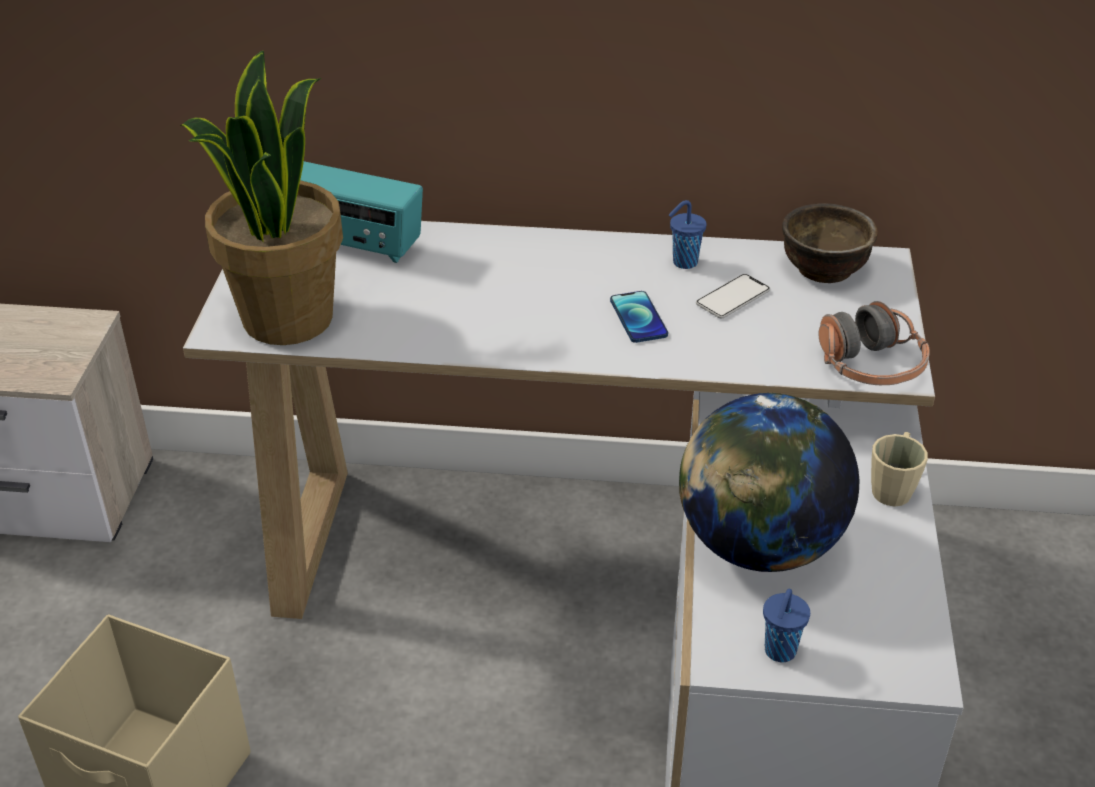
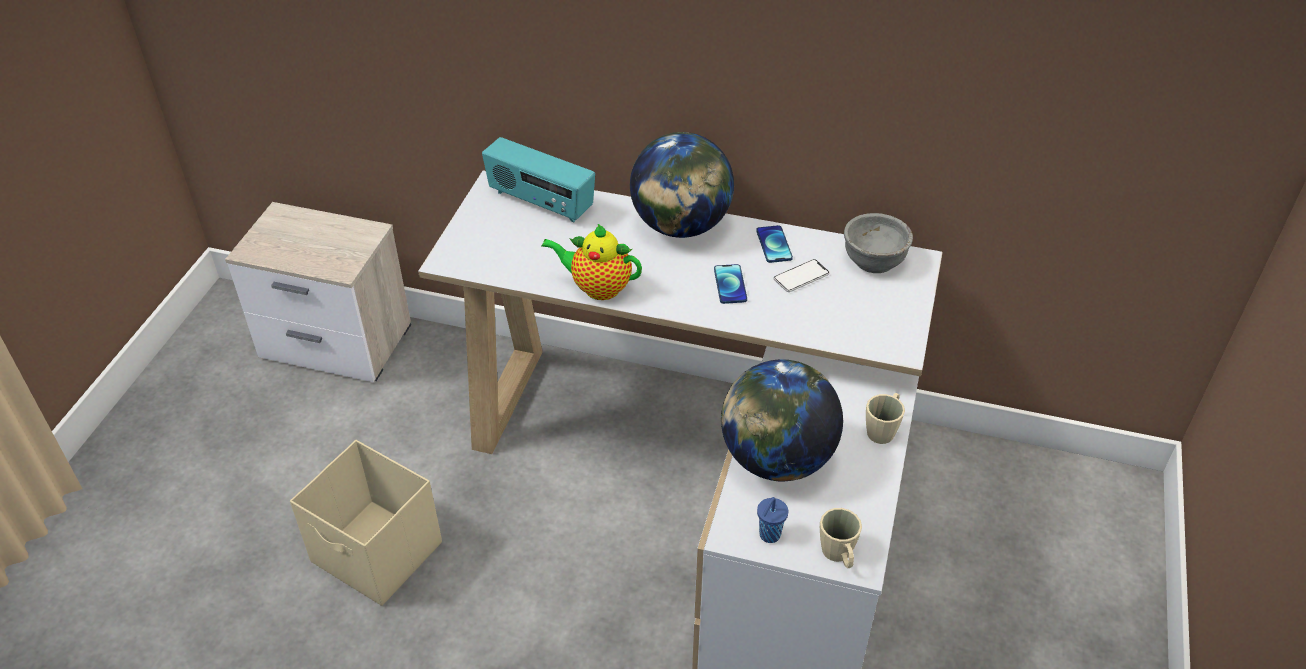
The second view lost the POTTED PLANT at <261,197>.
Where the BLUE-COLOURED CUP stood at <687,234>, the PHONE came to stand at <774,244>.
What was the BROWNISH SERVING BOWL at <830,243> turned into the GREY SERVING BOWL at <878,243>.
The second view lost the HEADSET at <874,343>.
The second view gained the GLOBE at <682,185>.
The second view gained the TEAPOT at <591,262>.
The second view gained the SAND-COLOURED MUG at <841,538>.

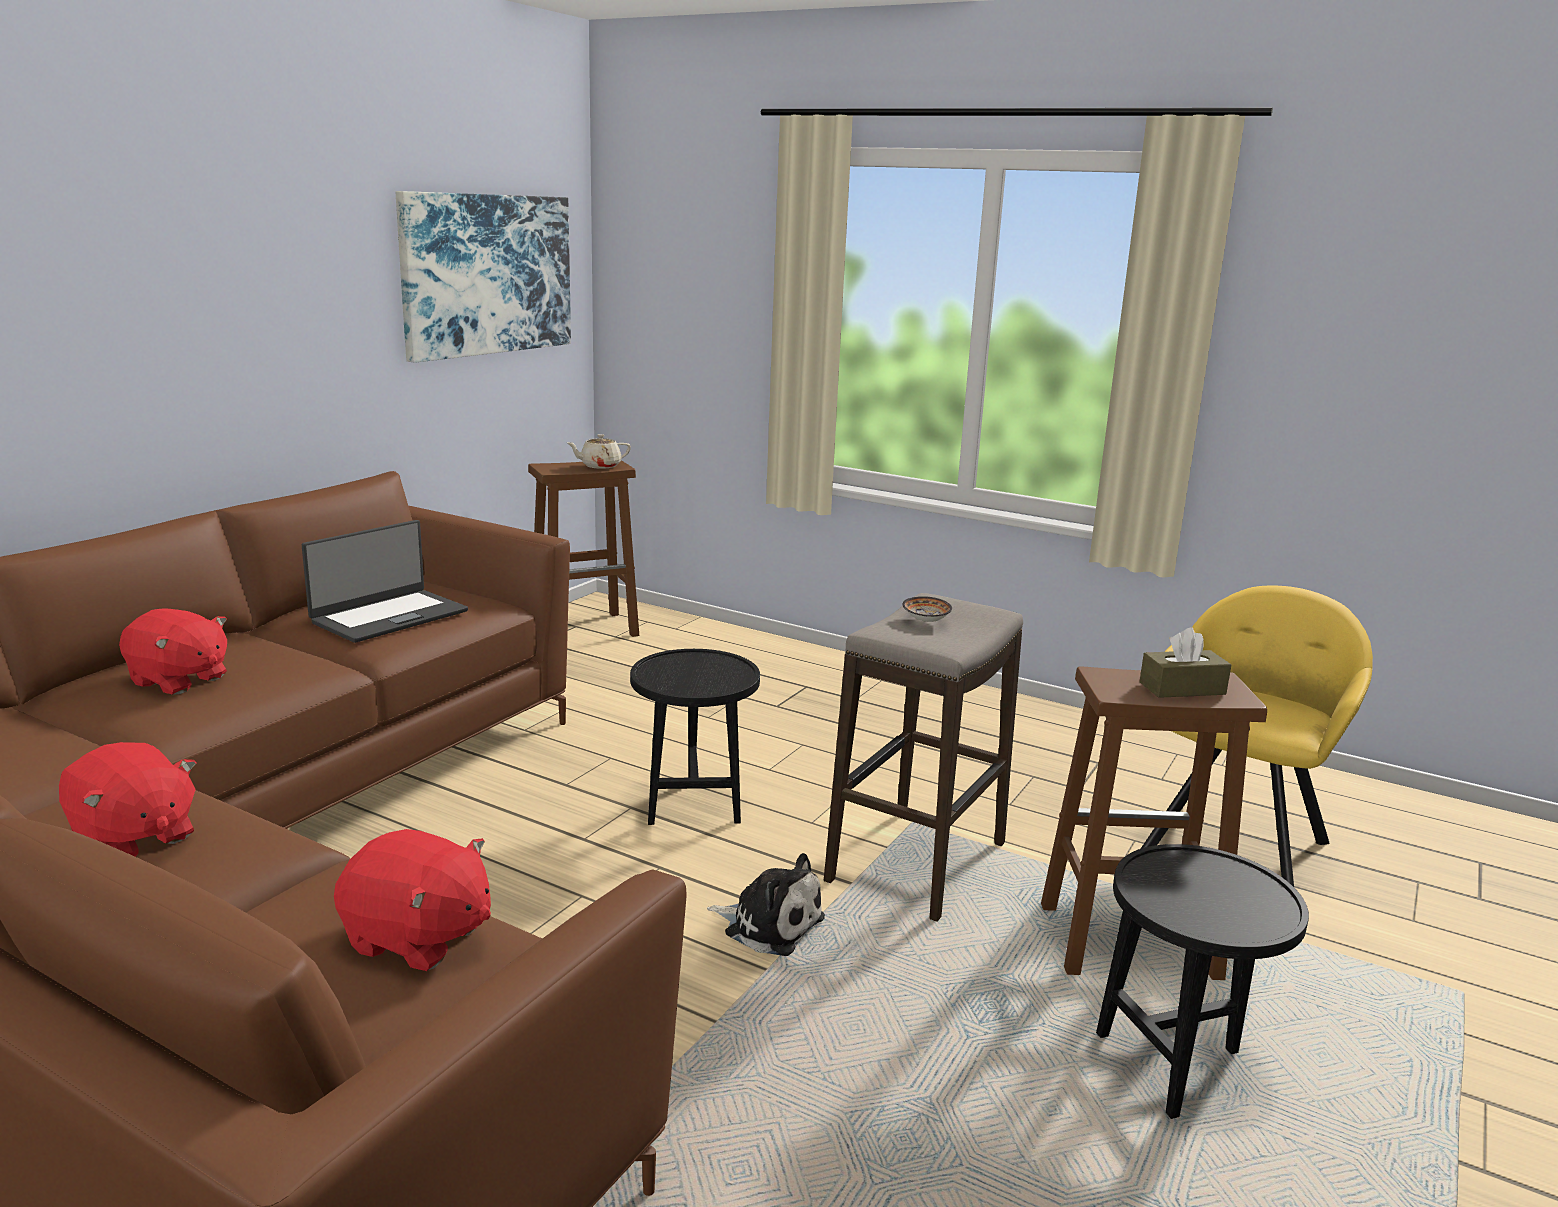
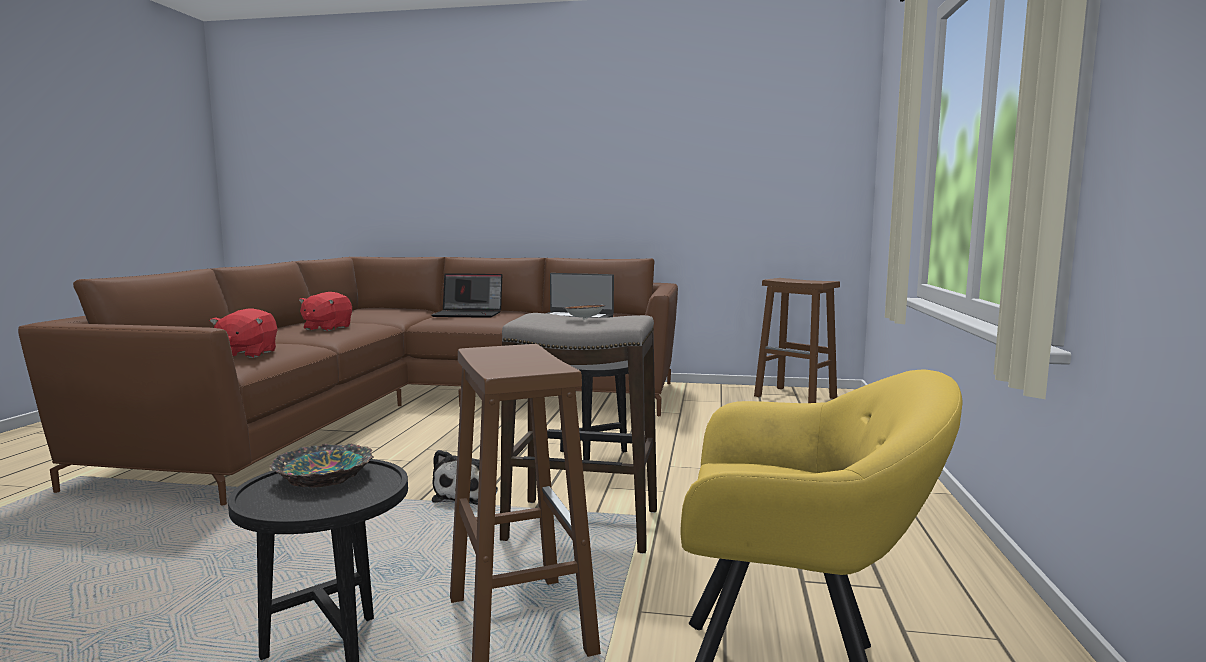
The second view lost the WALL PICTURE at <483,277>.
The second view lost the SAND-COLOURED TEAPOT at <599,451>.
Where the REDDISH CUDDLY TOY stood at <173,651>, the NOTEBOOK COMPUTER came to stand at <467,295>.
The second view lost the BROWNISH TISSUE BOX at <1185,663>.
The second view gained the SERVING BOWL at <321,466>.

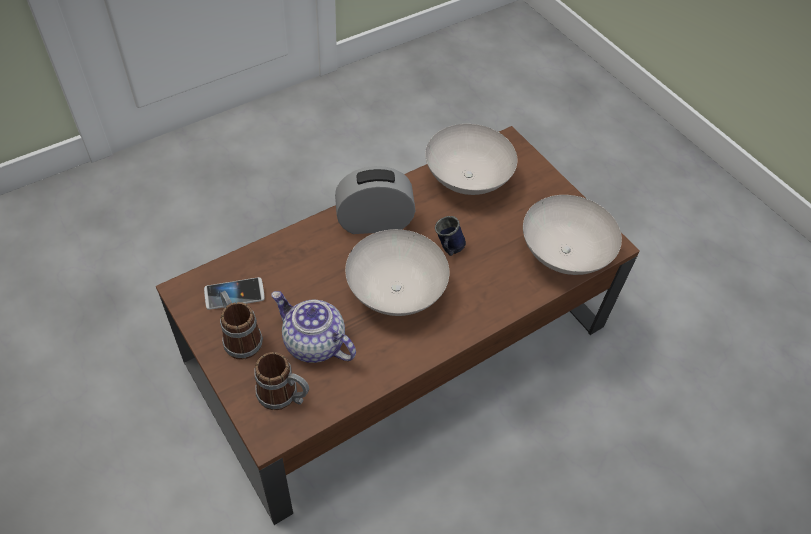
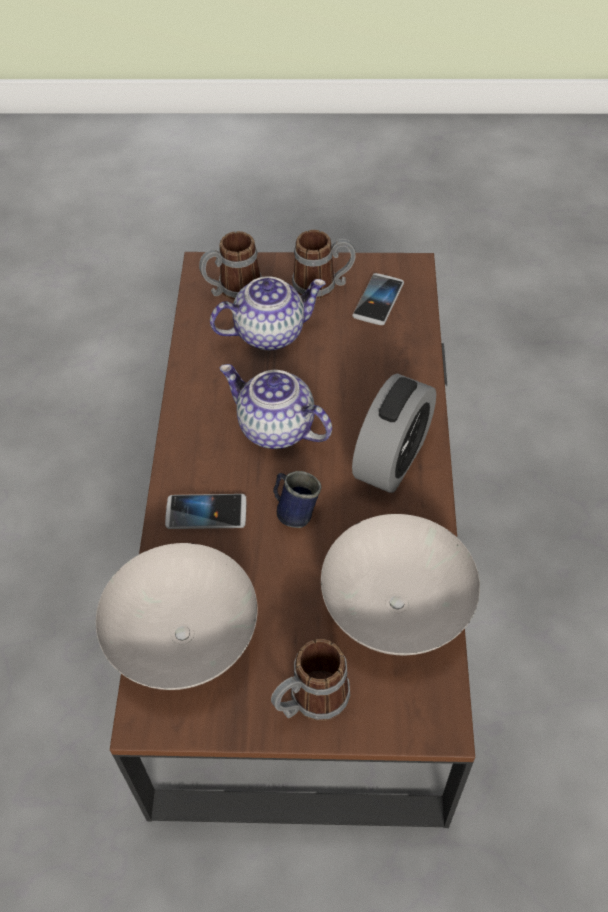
Where the WHITE-COLOURED SERVING BOWL stood at <397,272>, the TEAPOT came to stand at <276,406>.
The second view gained the PHONE at <205,511>.
The second view gained the MUG at <310,680>.

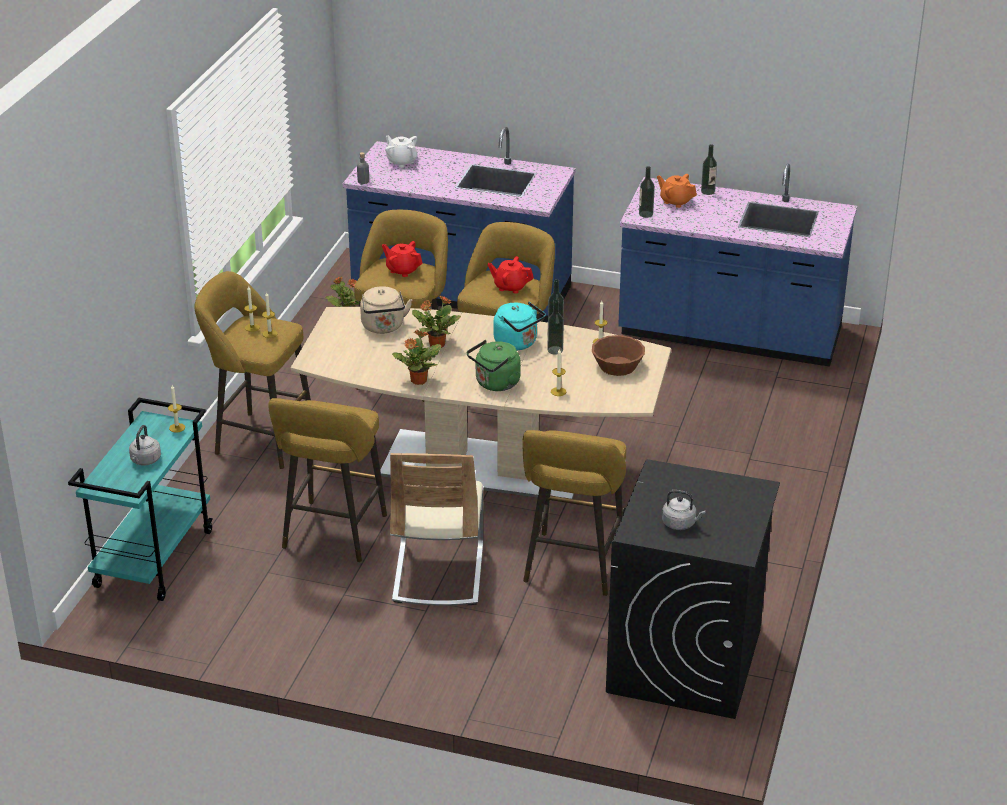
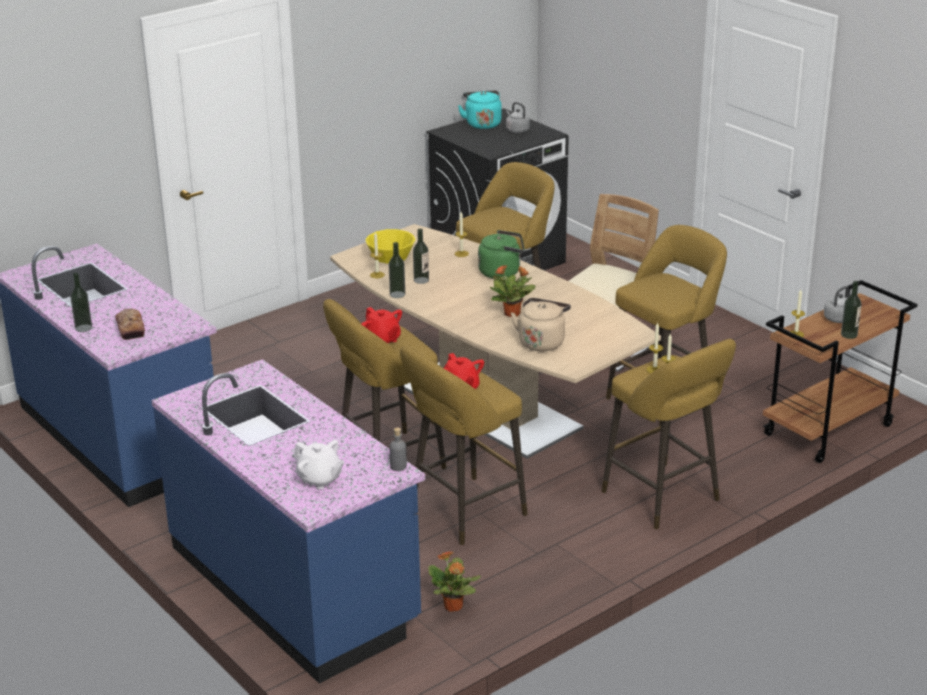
The WHITE-COLOURED TEAPOT at <401,151> ended up facing another way, 45 degrees counterclockwise from before.
The BEVERAGE BOTTLE ended up elsewhere, having gone from <647,192> to <851,310>.
Where the ORANGE-COLOURED TEAPOT stood at <677,191>, the BREAD came to stand at <130,324>.
The TURQUOISE TEA KETTLE ended up elsewhere, having gone from <520,326> to <480,109>.
The second view lost the POTTED PLANT at <416,357>.
What was the BROWNISH SERVING BOWL at <618,355> turned into the YELLOW-COLOURED SERVING BOWL at <390,246>.
What was the TURQUOISE TROLLEY at <140,499> turned into the BROWNISH TROLLEY at <840,371>.

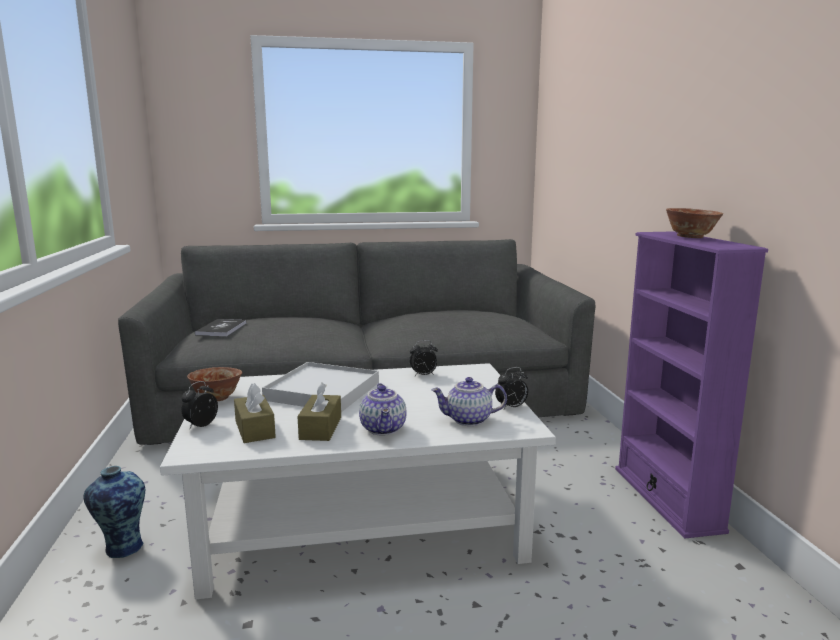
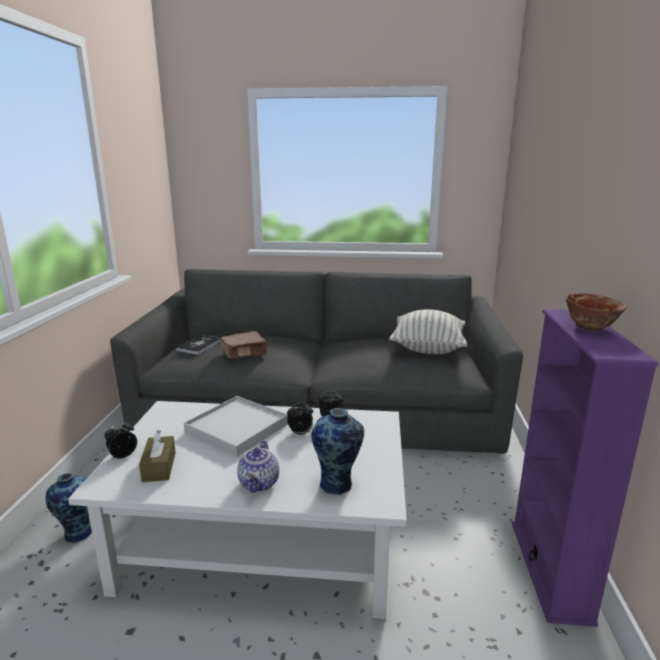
The second view lost the SERVING BOWL at <214,384>.
The ALARM CLOCK ended up elsewhere, having gone from <511,388> to <300,419>.
Where the TEAPOT stood at <469,401>, the FLOWER VASE came to stand at <338,451>.
The second view lost the BROWNISH TISSUE BOX at <319,411>.
The second view gained the CUSHION at <428,331>.
The second view gained the BROWNISH VOLUME at <244,345>.

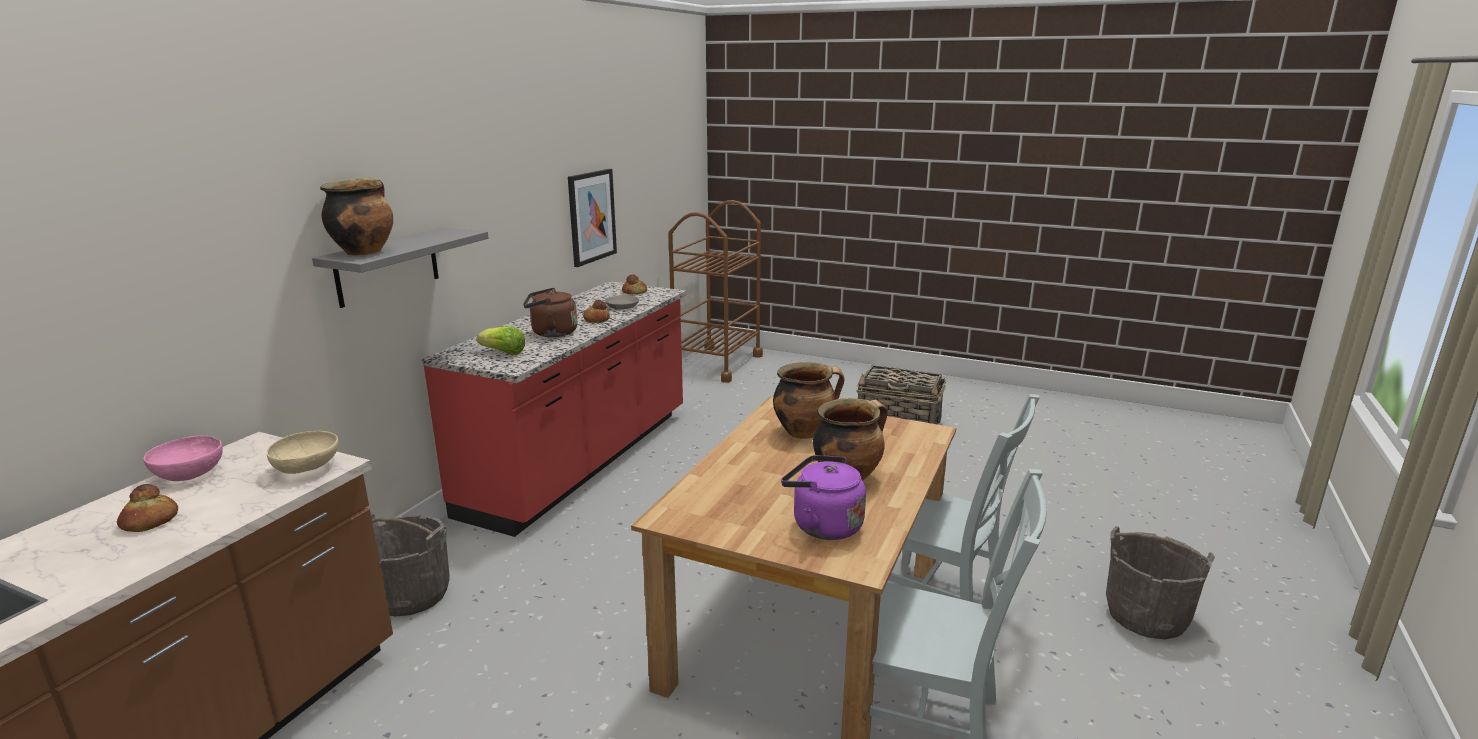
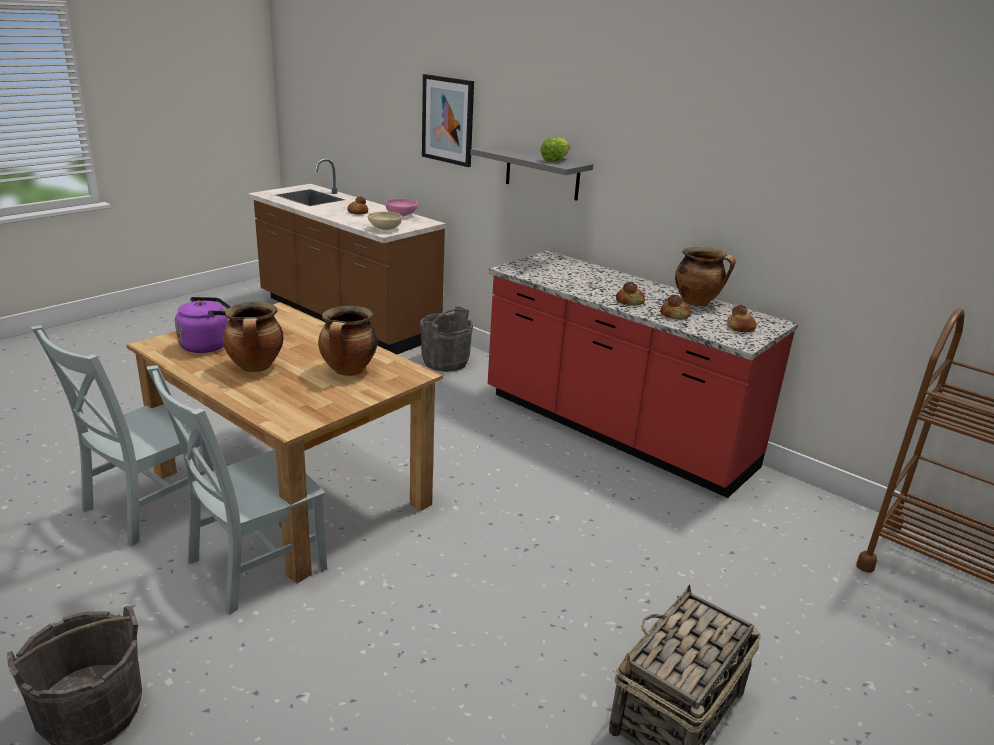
The WALL PICTURE ended up elsewhere, having gone from <592,218> to <448,120>.
The COOKING POT ended up elsewhere, having gone from <356,217> to <705,276>.
The second view lost the BROWNISH TEA KETTLE at <550,312>.
Where the GREY SERVING BOWL stood at <622,302>, the BREAD came to stand at <675,307>.
The LETTUCE ended up elsewhere, having gone from <501,340> to <555,149>.

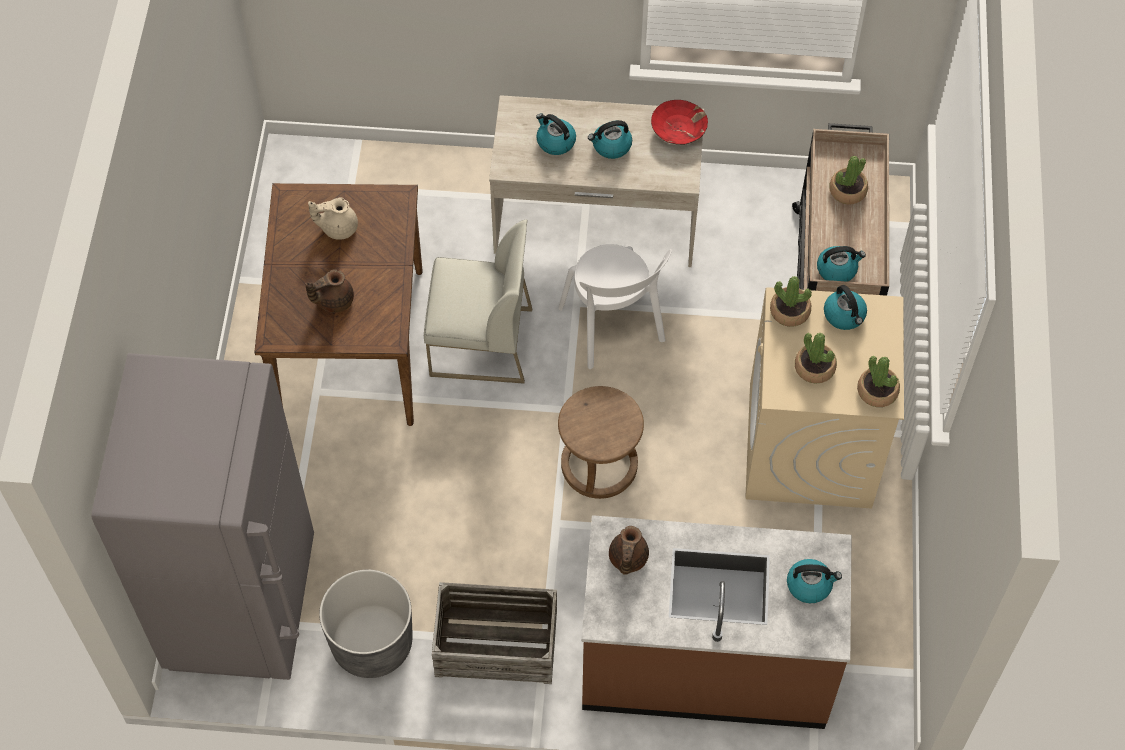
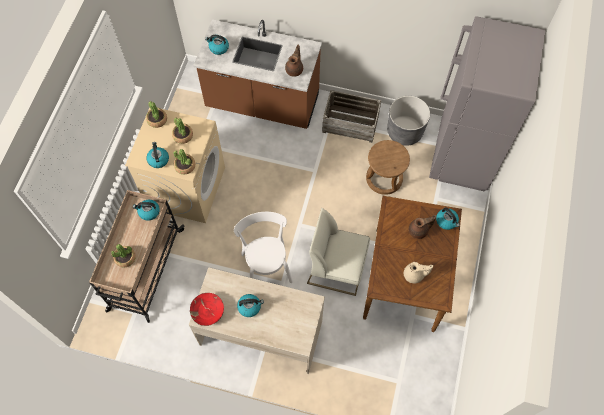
The TEA KETTLE ended up elsewhere, having gone from <556,134> to <448,219>.
The BROWNISH STOOL ended up elsewhere, having gone from <601,442> to <388,167>.

